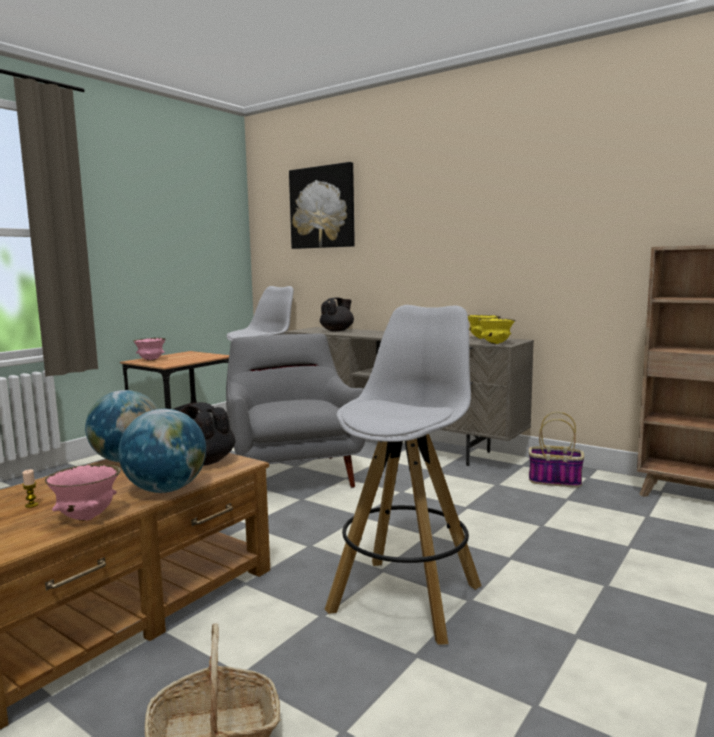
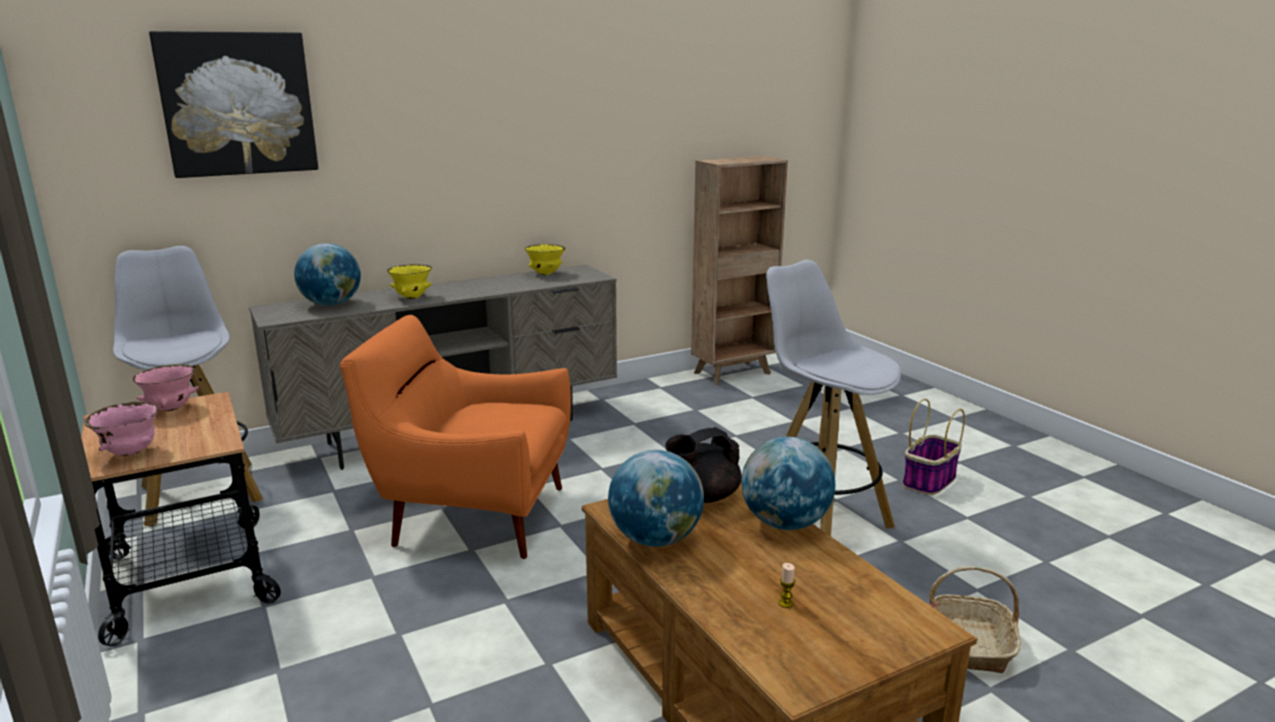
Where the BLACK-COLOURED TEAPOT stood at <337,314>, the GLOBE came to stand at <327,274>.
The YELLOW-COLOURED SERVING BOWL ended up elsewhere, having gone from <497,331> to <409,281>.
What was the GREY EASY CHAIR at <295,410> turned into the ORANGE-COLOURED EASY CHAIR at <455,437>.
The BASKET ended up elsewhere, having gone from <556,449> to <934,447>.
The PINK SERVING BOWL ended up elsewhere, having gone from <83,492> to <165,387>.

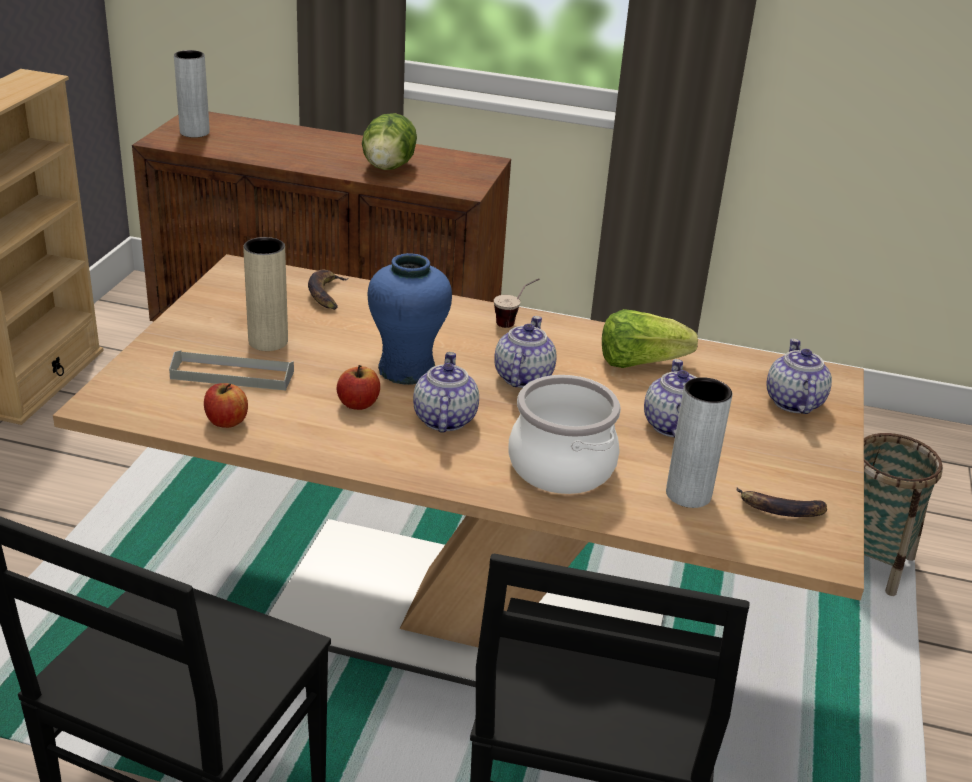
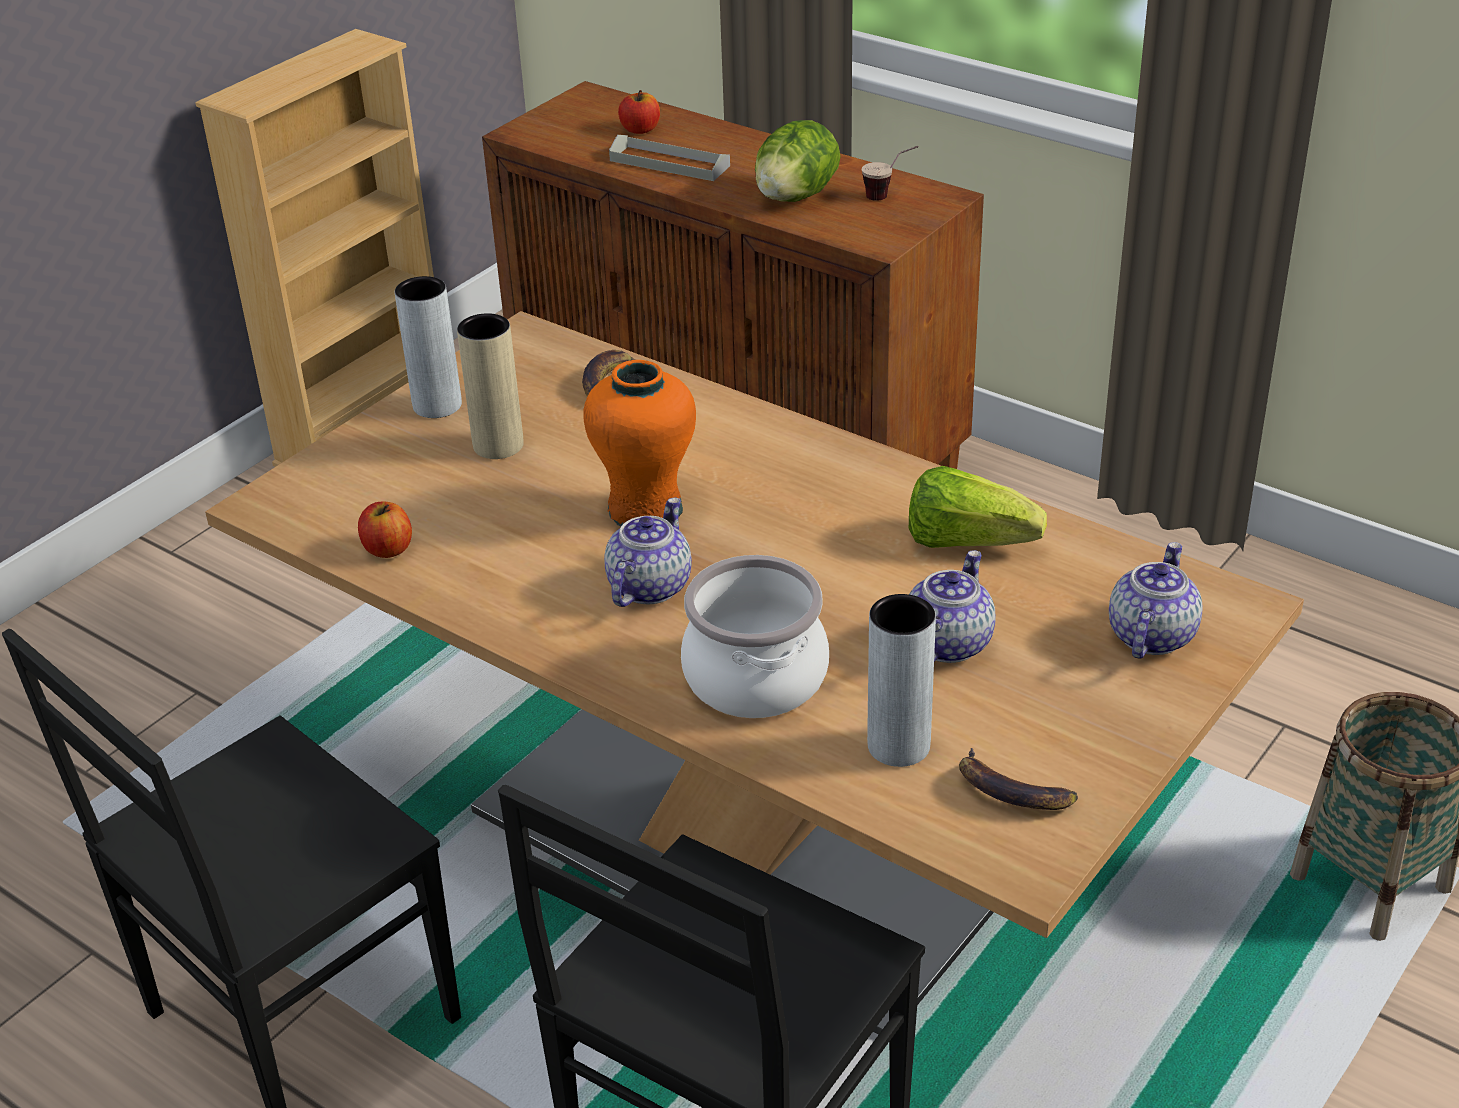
The GREY FLOWER VASE ended up elsewhere, having gone from <192,94> to <428,347>.
What was the BLUE-COLOURED FLOWER VASE at <410,319> turned into the ORANGE-COLOURED FLOWER VASE at <639,443>.
The CUP ended up elsewhere, having gone from <517,303> to <890,173>.
The second view lost the TEAPOT at <525,352>.
The GREY CARRYING TRAY ended up elsewhere, having gone from <231,370> to <669,158>.
The APPLE FRUIT ended up elsewhere, having gone from <358,387> to <639,112>.

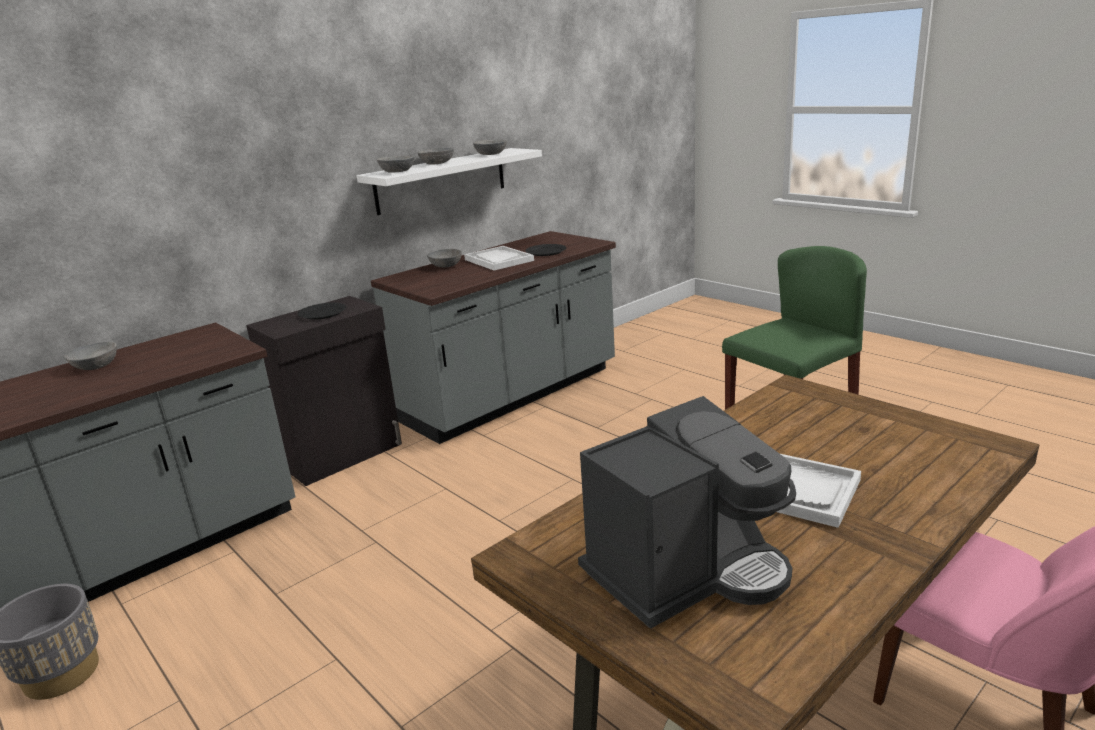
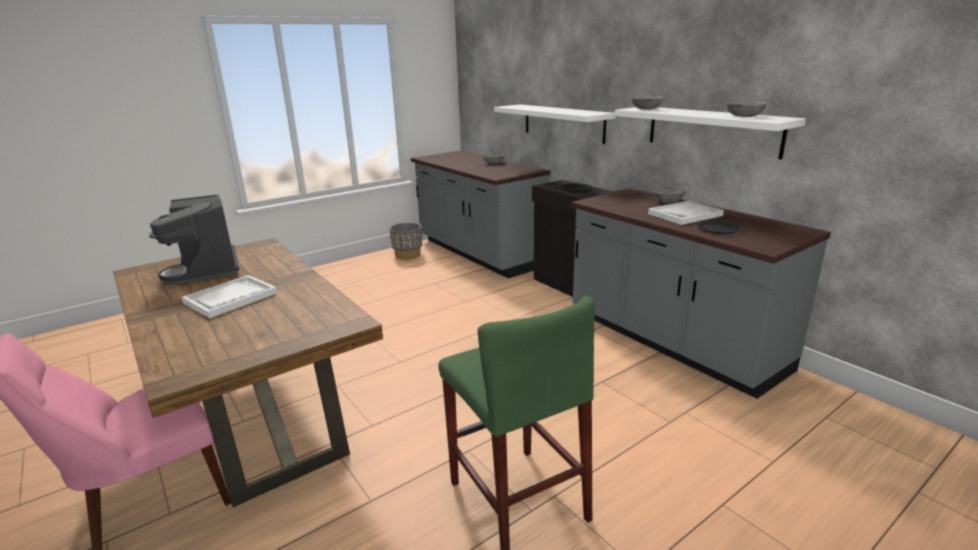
The second view lost the GREY SERVING BOWL at <436,156>.
The second view gained the WHITE-COLOURED BRACKET SHELF at <555,124>.

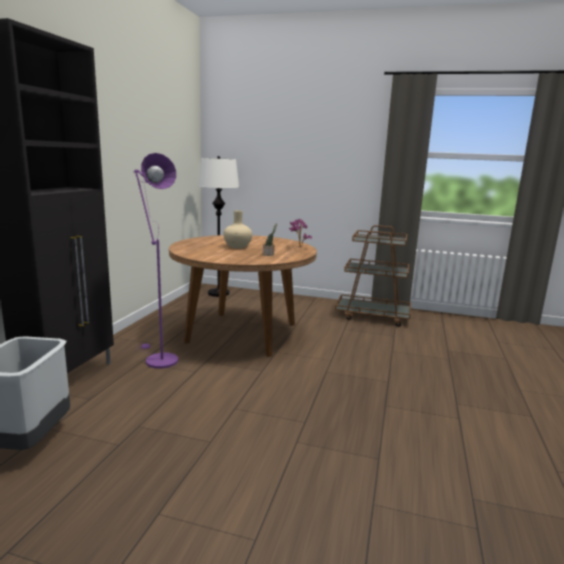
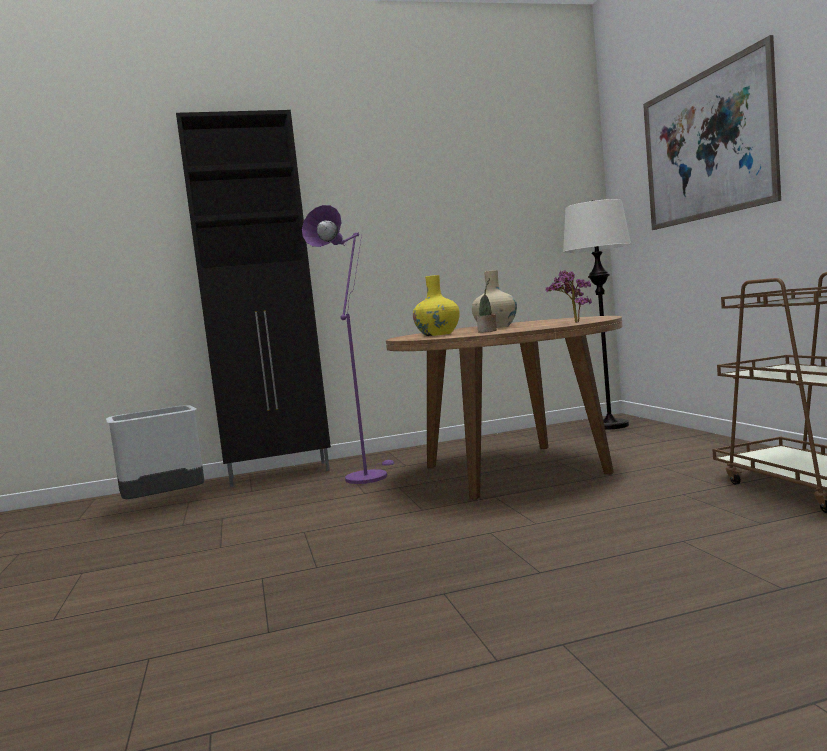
The second view gained the WALL PICTURE at <712,132>.
The second view gained the YELLOW-COLOURED FLOWER VASE at <436,305>.

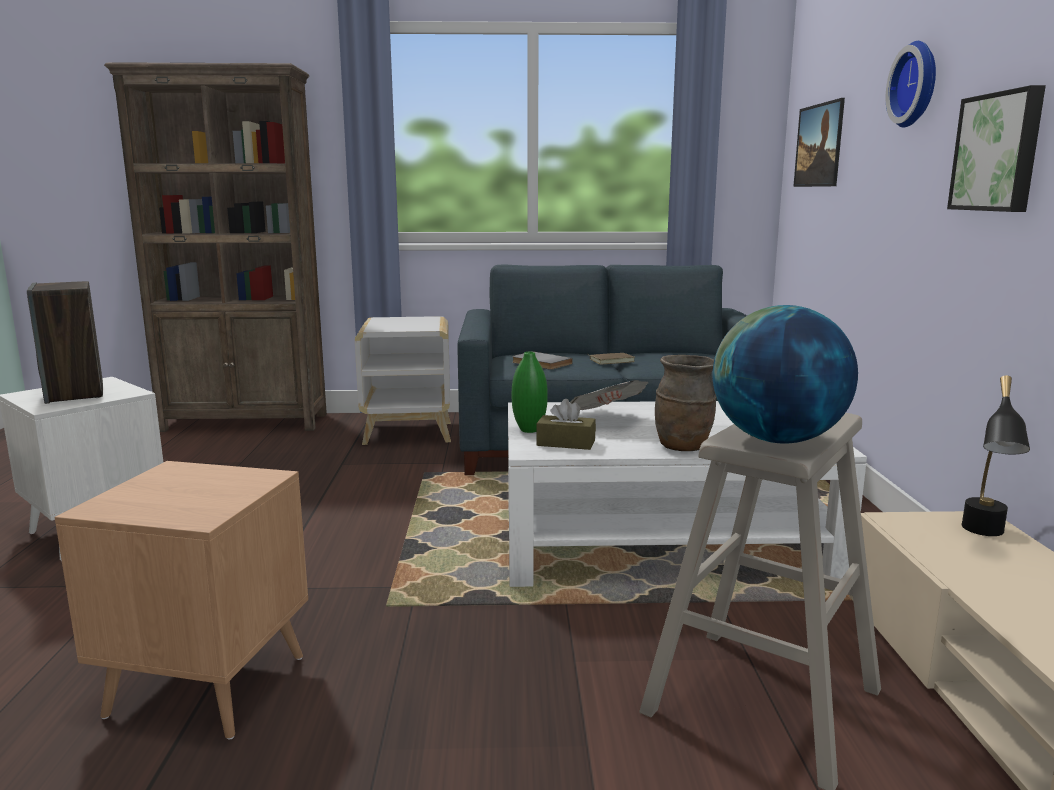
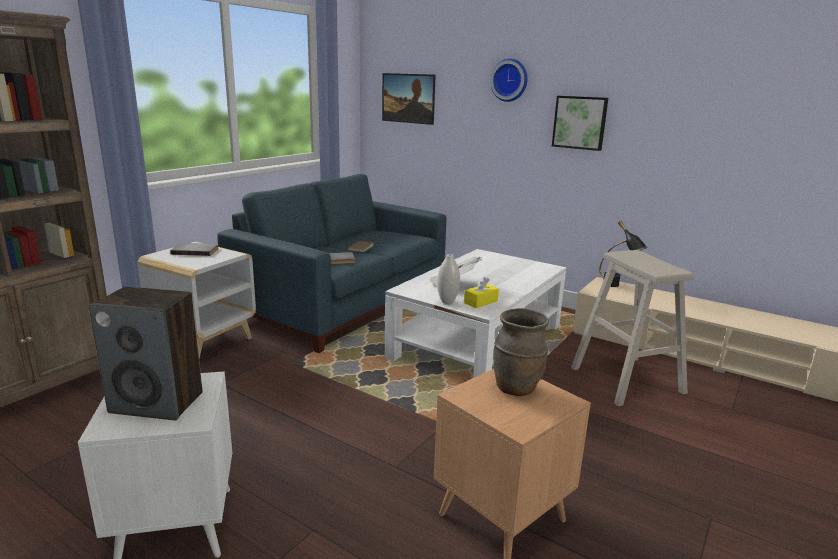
The second view lost the GLOBE at <785,374>.
What was the GREENISH FLOWER VASE at <530,392> turned into the WHITE-COLOURED FLOWER VASE at <448,279>.
The BROWNISH FLOWER VASE ended up elsewhere, having gone from <685,403> to <521,352>.
What was the BROWNISH TISSUE BOX at <566,424> turned into the YELLOW-COLOURED TISSUE BOX at <481,292>.
The second view gained the GREY VOLUME at <194,249>.

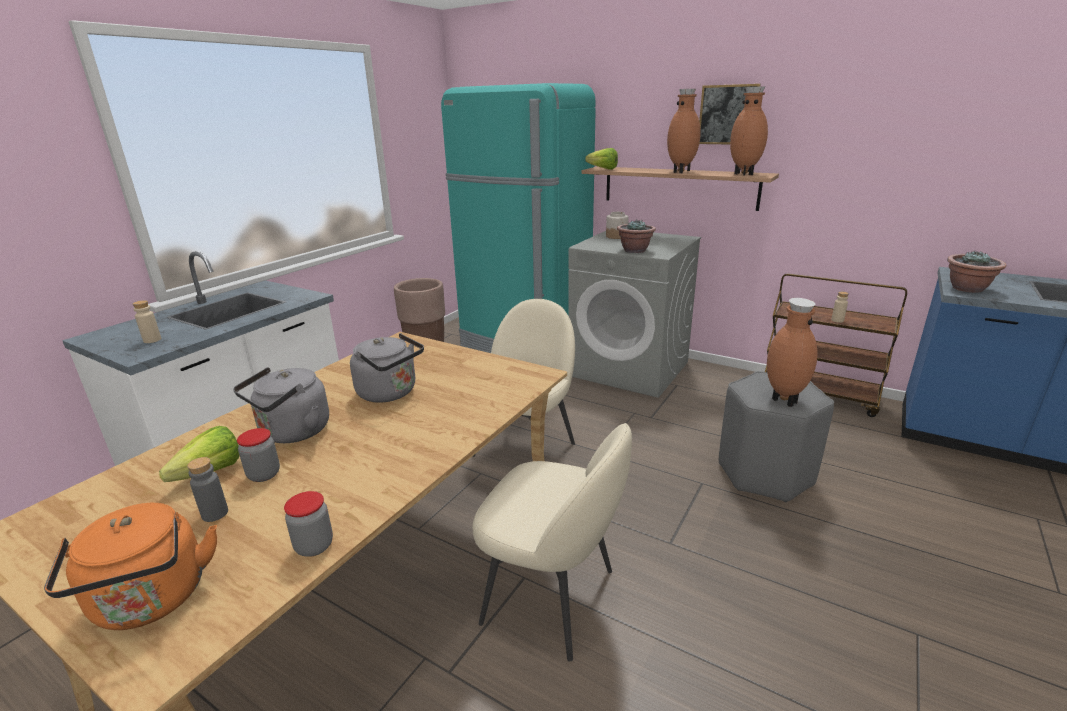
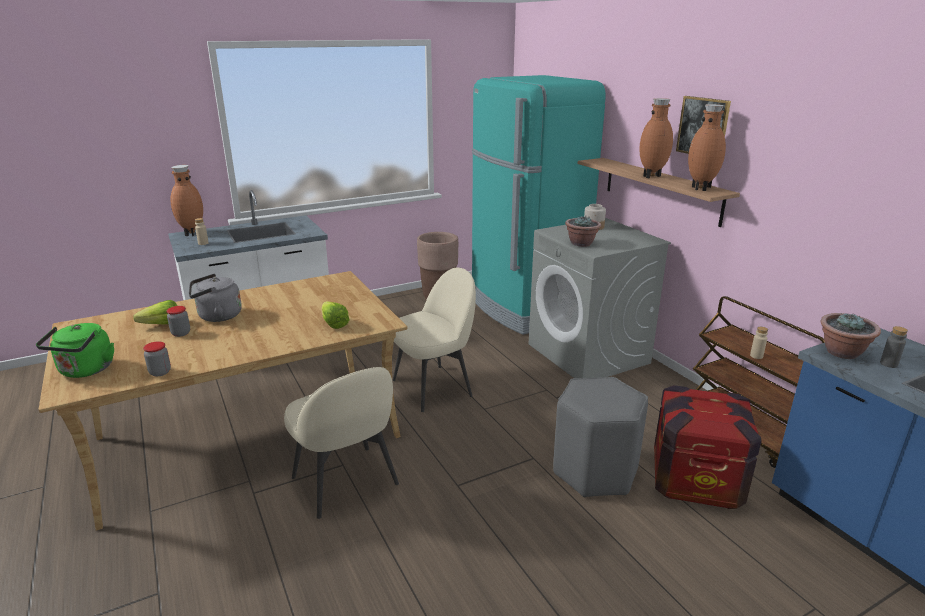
The LETTUCE ended up elsewhere, having gone from <601,159> to <335,315>.
The BROWNISH FLOWER VASE ended up elsewhere, having gone from <792,352> to <187,200>.
The second view lost the GREY TEA KETTLE at <387,368>.
The GREY BEVERAGE BOTTLE ended up elsewhere, having gone from <207,489> to <894,347>.
What was the ORANGE-COLOURED TEA KETTLE at <130,566> turned into the GREENISH TEA KETTLE at <75,350>.
The second view gained the PACKING CRATE at <708,447>.

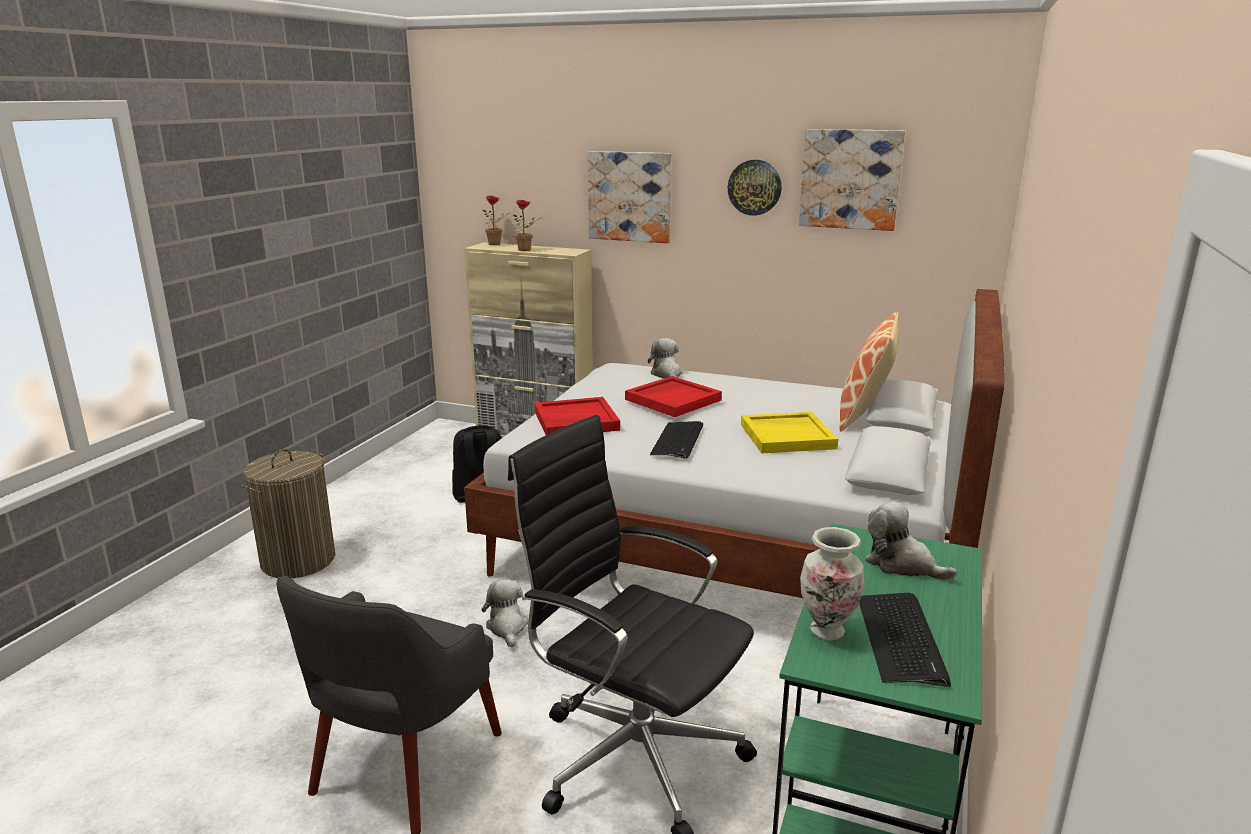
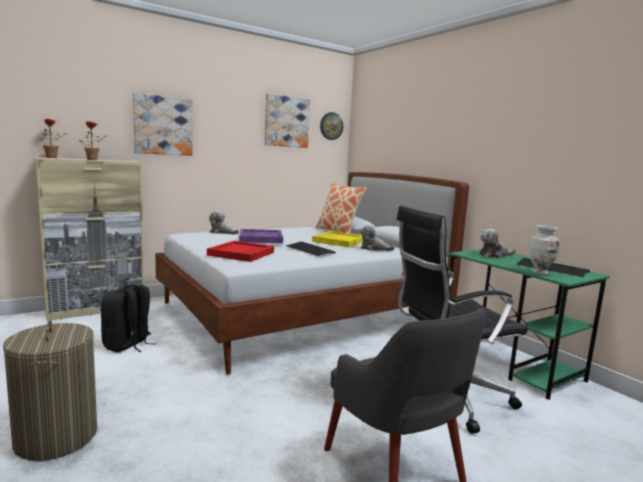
The HANGING CLOCK ended up elsewhere, having gone from <755,188> to <331,126>.
What was the REDDISH CARRYING TRAY at <673,396> turned into the PURPLISH CARRYING TRAY at <261,236>.
The CUDDLY TOY ended up elsewhere, having gone from <505,613> to <377,237>.

